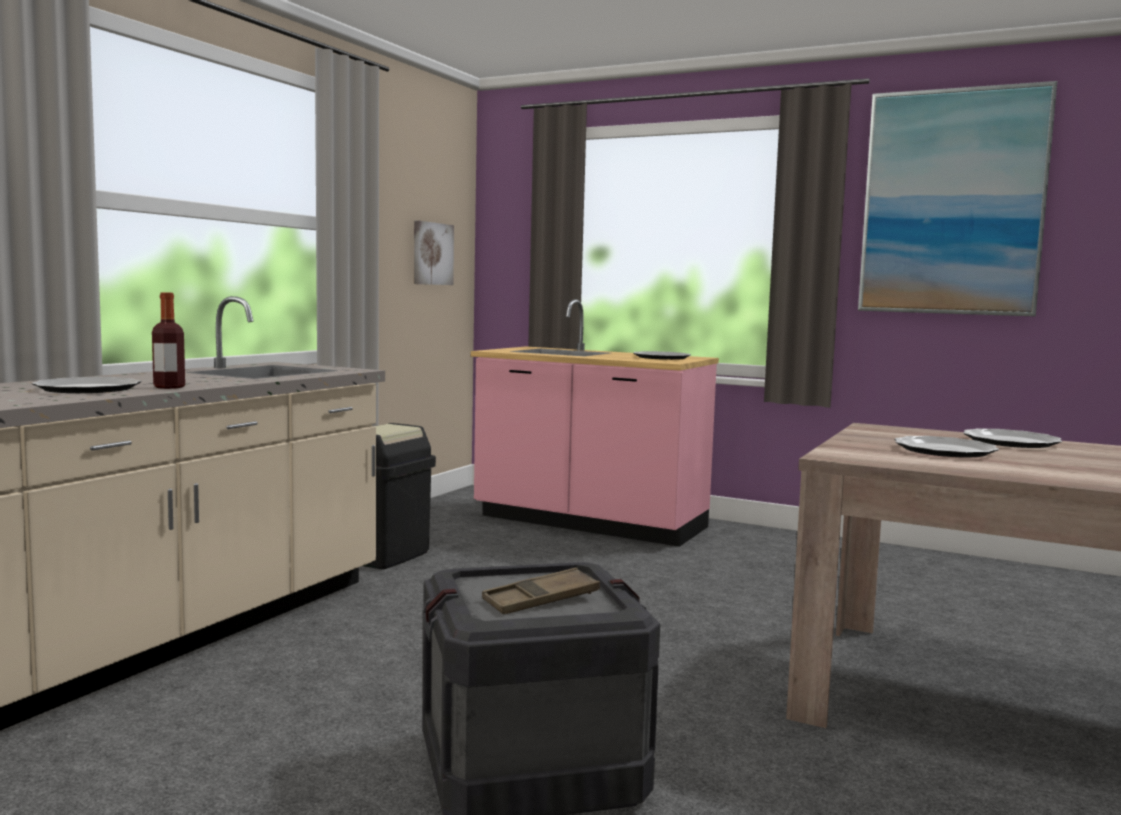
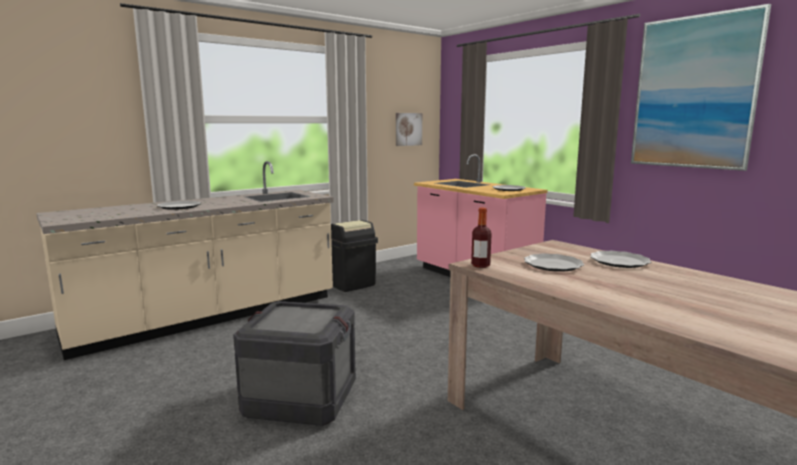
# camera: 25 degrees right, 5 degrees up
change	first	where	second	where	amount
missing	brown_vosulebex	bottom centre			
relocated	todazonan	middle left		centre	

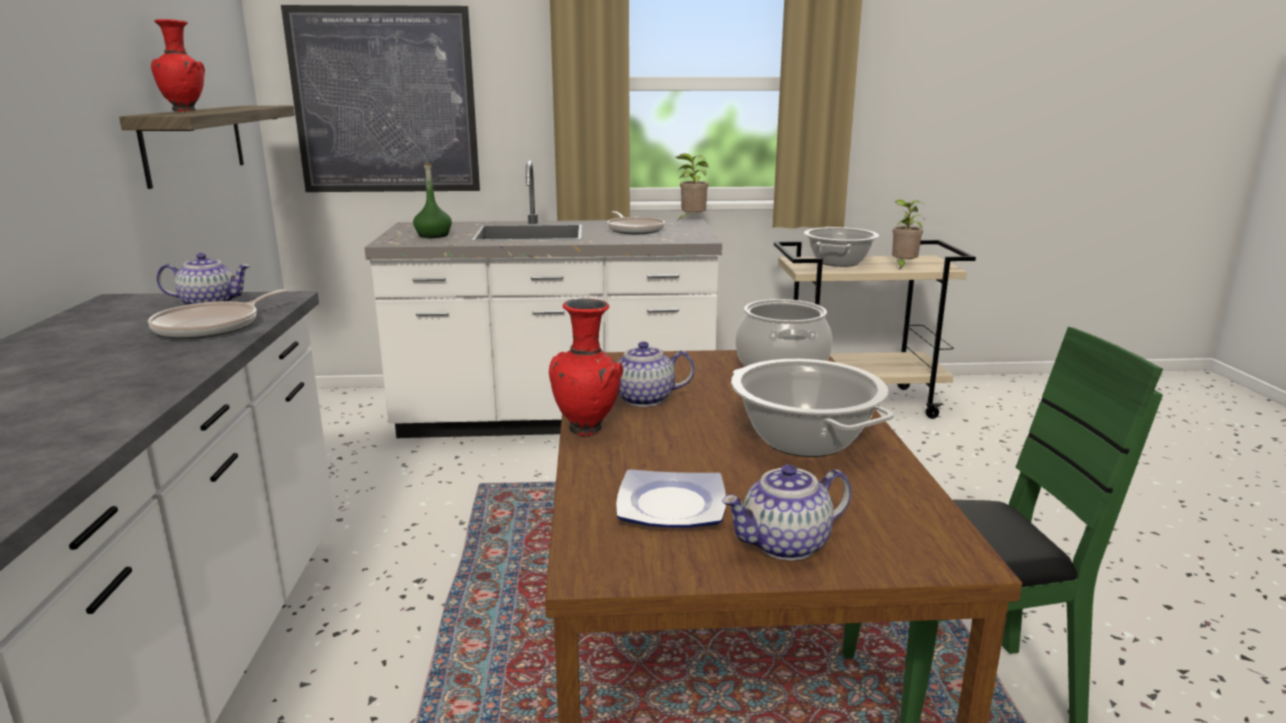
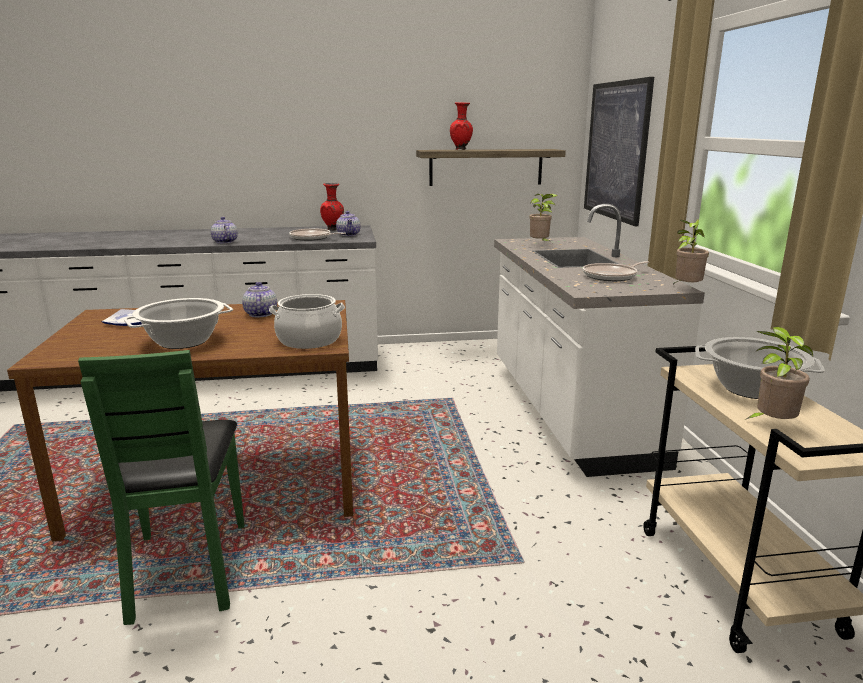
# camera: 85 degrees right, 0 degrees up
change	first	where	second	where	amount
relocated	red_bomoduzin (no. 2 from left in the first image)	centre	red_bomoduzin (no. 1 from left)	top centre	
relocated	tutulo (no. 3 from left in the first image)	bottom centre	tutulo (no. 1 from left)	middle left	
exchanged	green_todazonan	top centre	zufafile (no. 1 from left)	top centre	

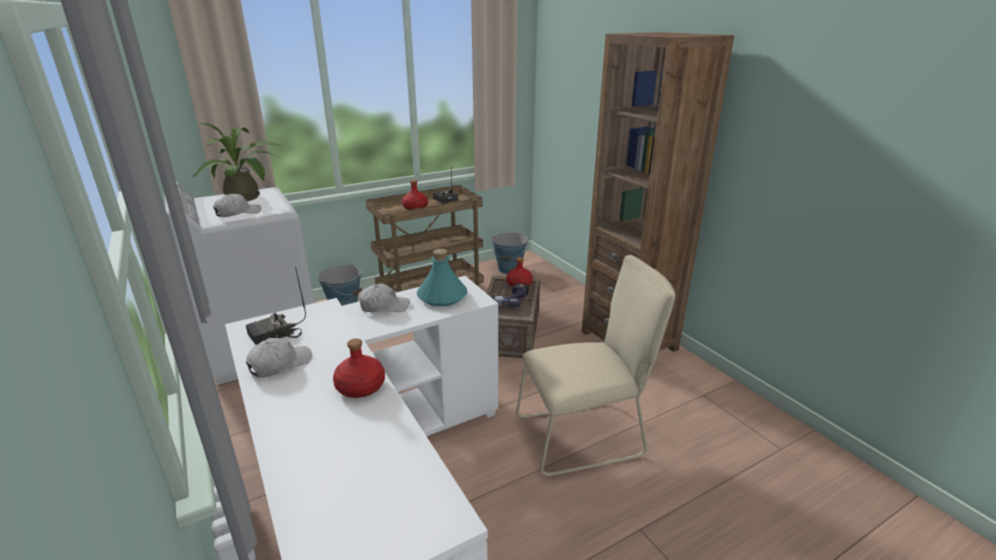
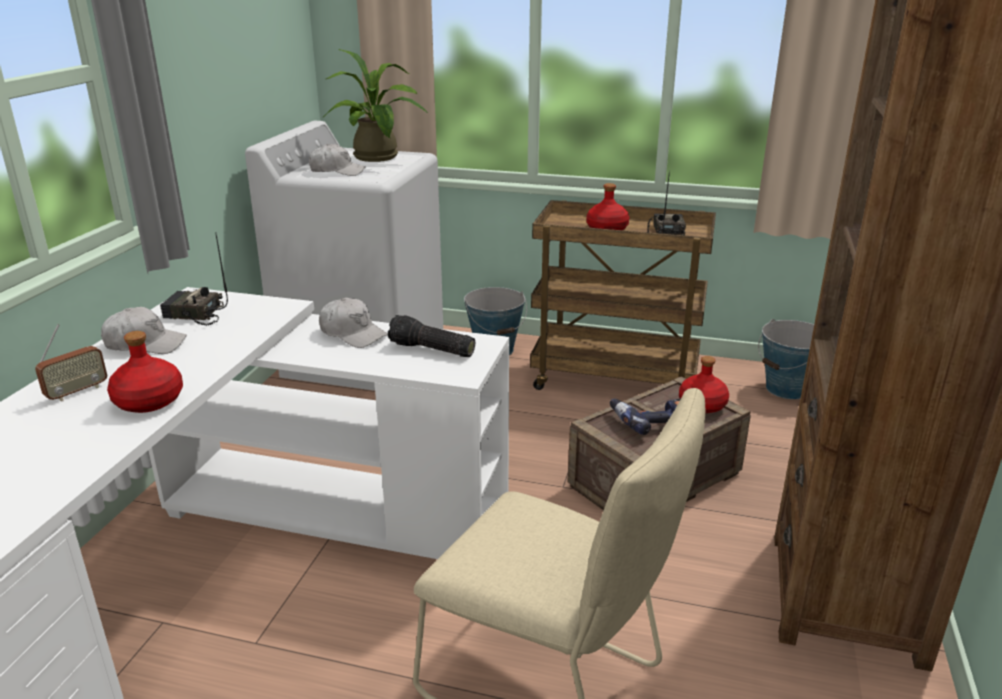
# camera: 45 degrees right, 0 degrees up
change	first	where	second	where	amount
appeared			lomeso (no. 1 from left)	middle left	
exchanged	turquoise_todazonan	centre	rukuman	centre	

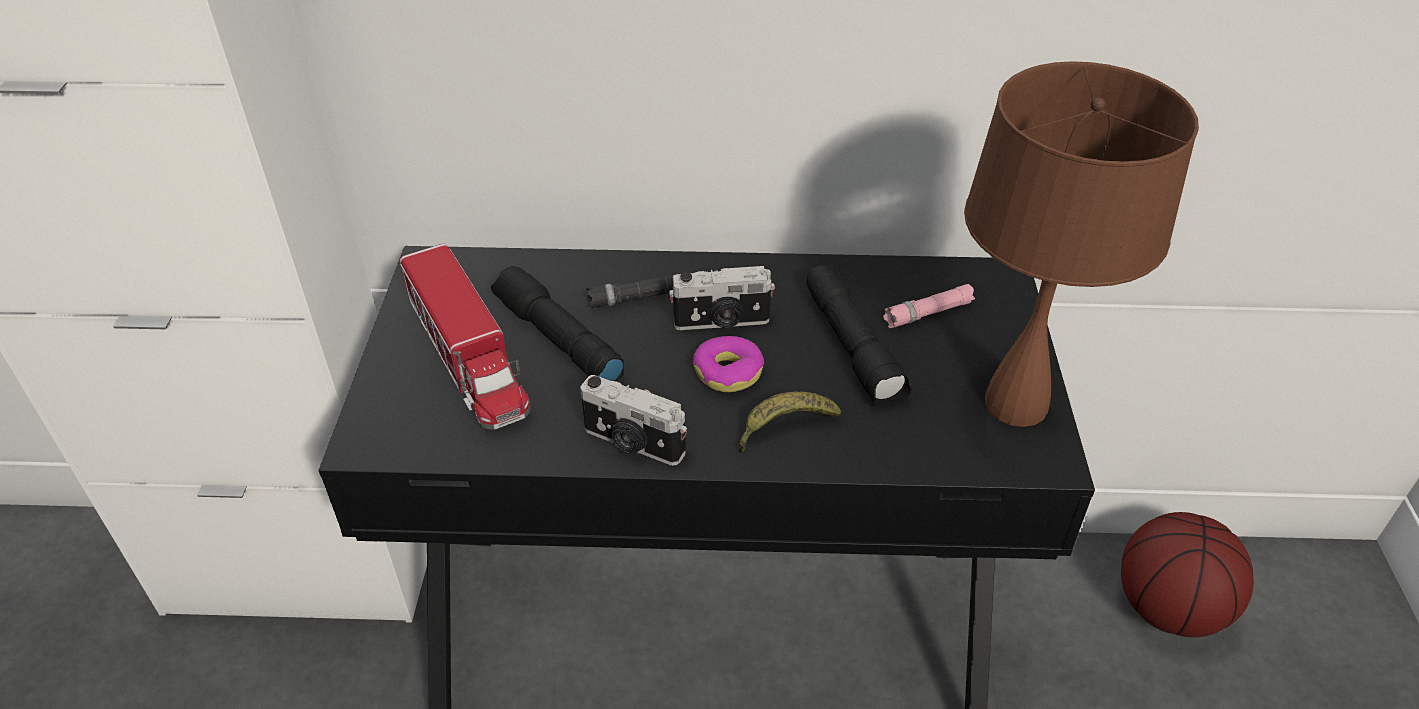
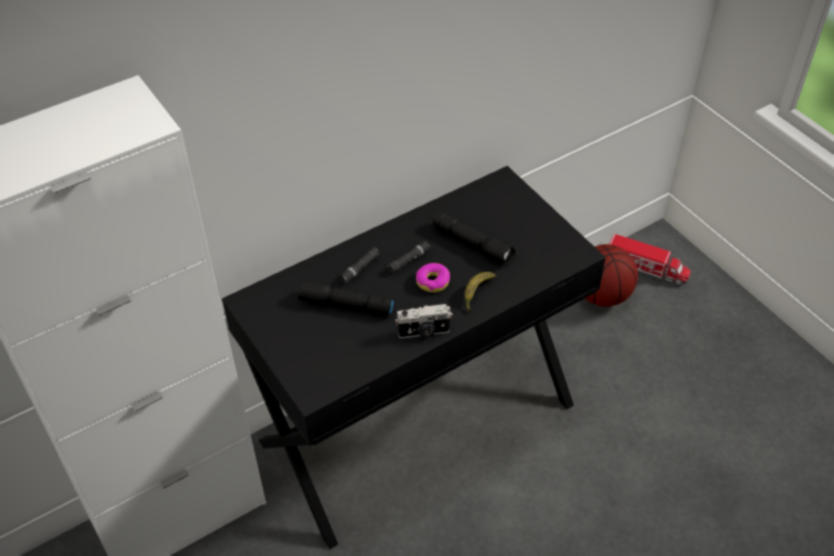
# camera: 35 degrees left, 5 degrees up
change	first	where	second	where	amount
missing	pink_rukuman	centre			
missing	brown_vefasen	middle right			
relocated	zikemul	middle left		middle right	
exchanged	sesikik (no. 2 from left)	centre	black_rukuman (no. 3 from left)	centre	

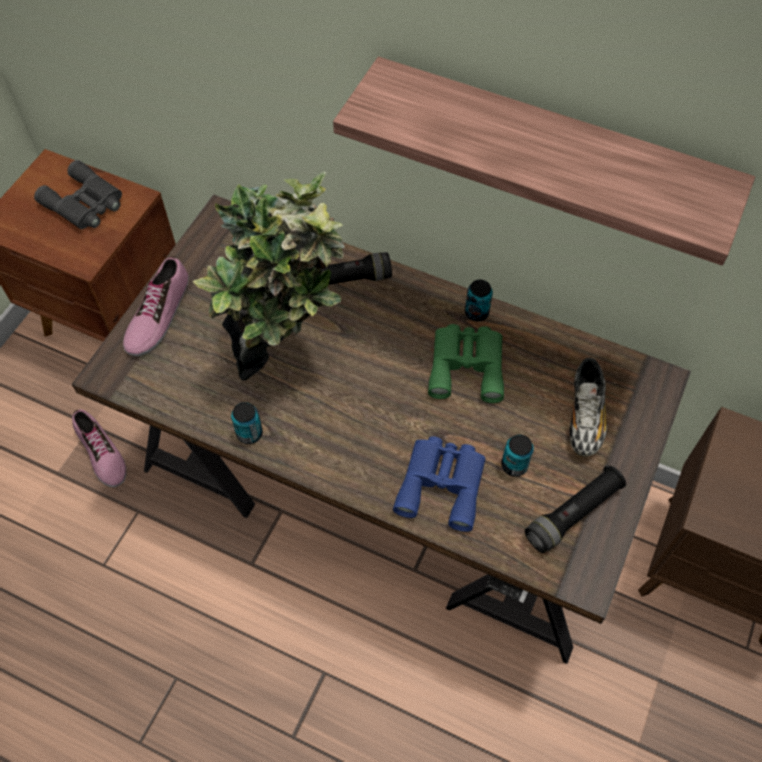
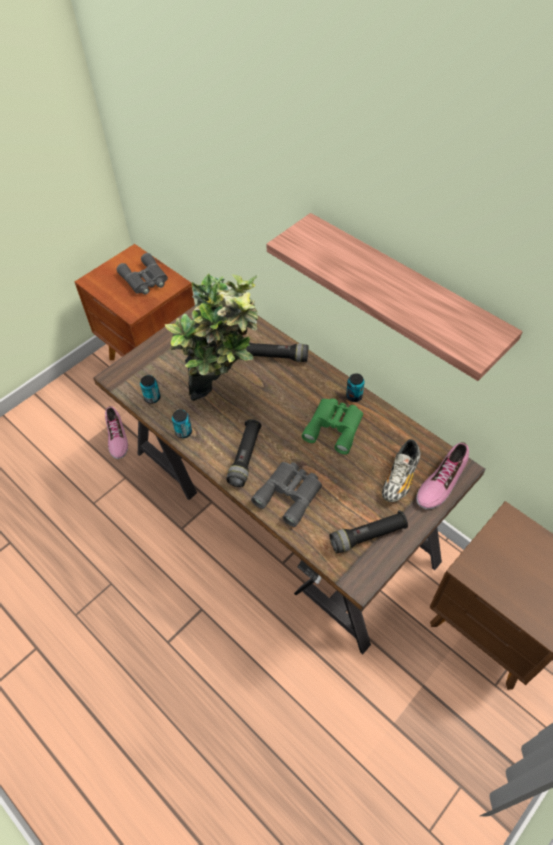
# camera: 20 degrees right, 5 degrees down
change	first	where	second	where	amount
appeared			black_rukuman (no. 1 from left)	centre	
relocated	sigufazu (no. 2 from left in the first image)	middle left	sigufazu (no. 3 from left)	middle right	
relocated	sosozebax (no. 3 from left in the first image)	middle right	sosozebax (no. 1 from left)	middle left	
colour	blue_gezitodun	centre	grey_gezitodun (no. 2 from left)	centre	

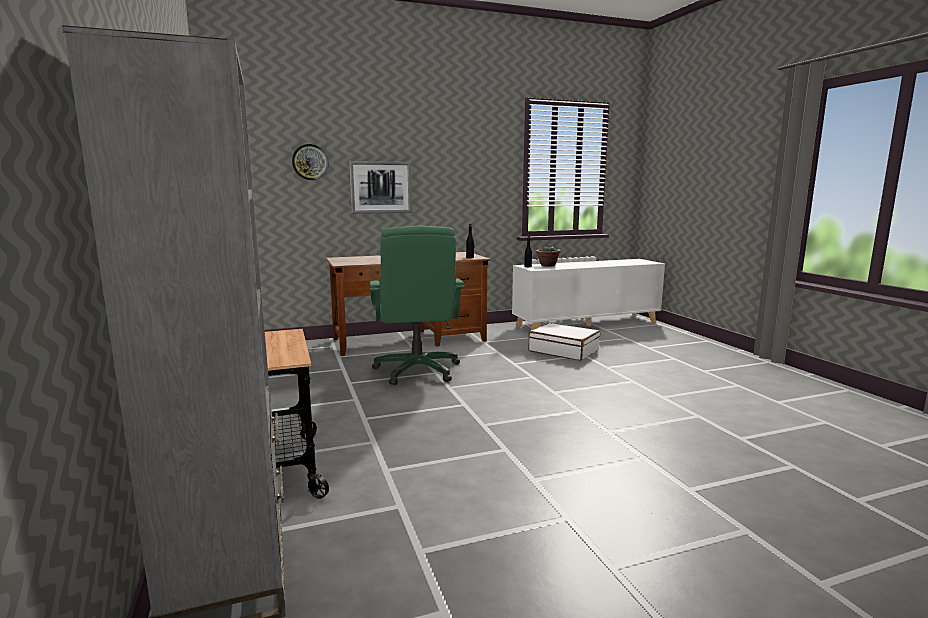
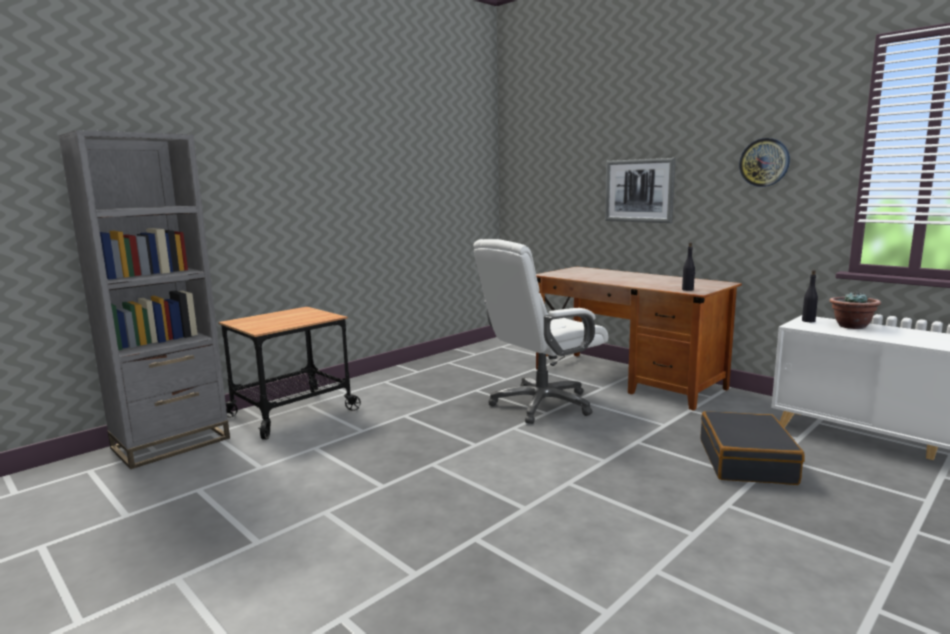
# camera: 65 degrees right, 0 degrees up
change	first	where	second	where	amount
relocated	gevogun	top centre		top right	
colour	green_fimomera	centre	white_fimomera	centre	
colour	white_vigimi	centre	black_vigimi	bottom right	

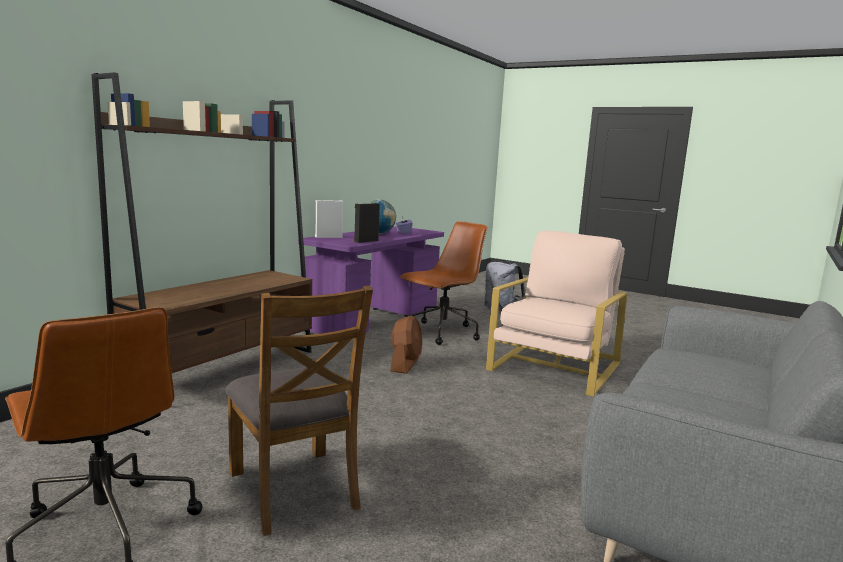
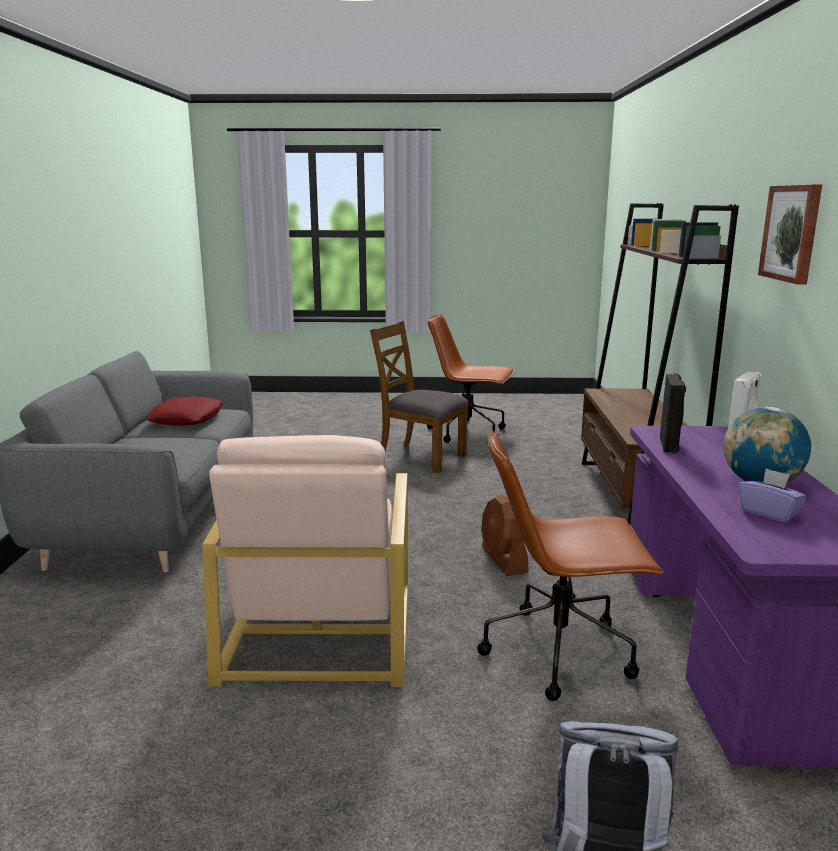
# camera: 150 degrees right, 5 degrees up
change	first	where	second	where	amount
appeared			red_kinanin	middle left	
appeared			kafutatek	top right	
spun	brown_fimomera (no. 2 from left)	centre		middle right	75 degrees clockwise

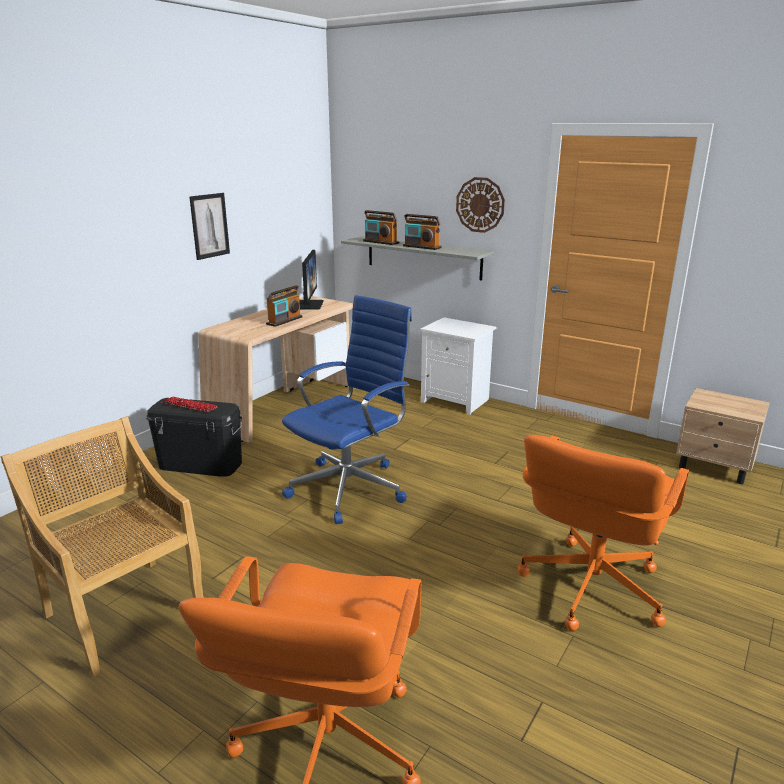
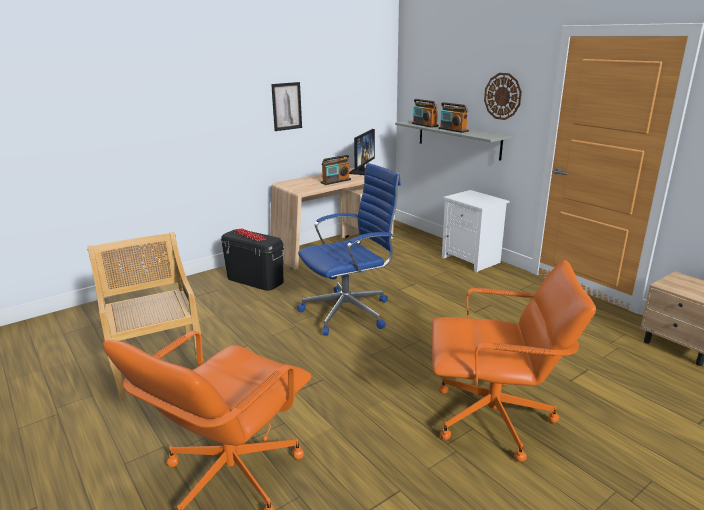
# camera: 20 degrees right, 0 degrees up
change	first	where	second	where	amount
spun	orange_fimomera (no. 2 from left)	bottom right		bottom right	135 degrees counterclockwise

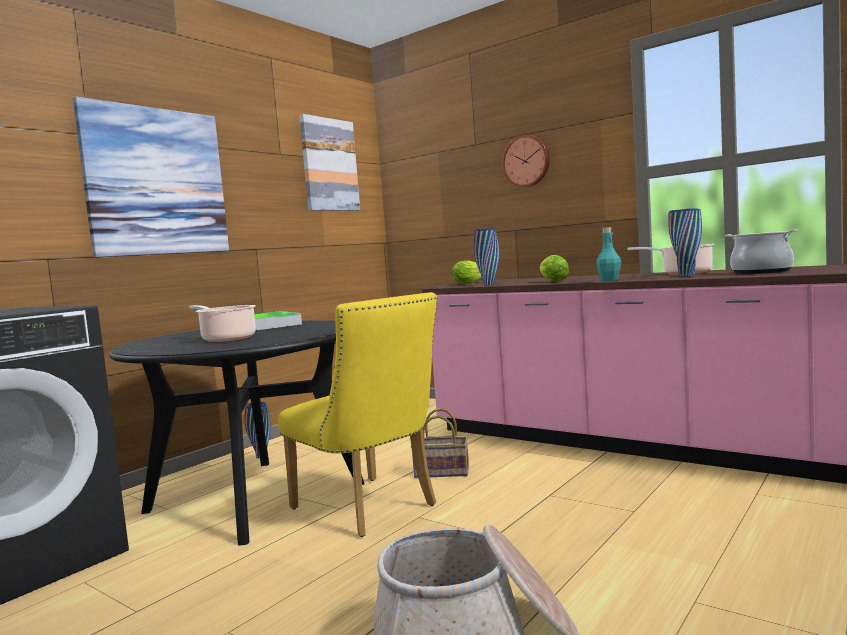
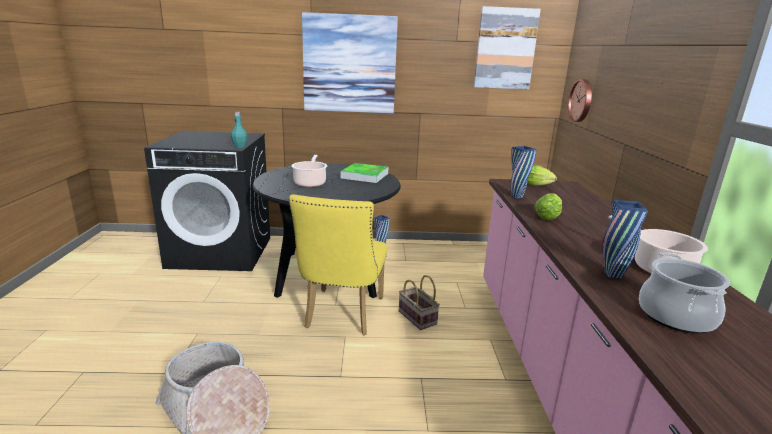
# camera: 50 degrees right, 15 degrees up
change	first	where	second	where	amount
relocated	gevogun	top centre		top right	
relocated	turquoise_todazonan	middle right		top left	

